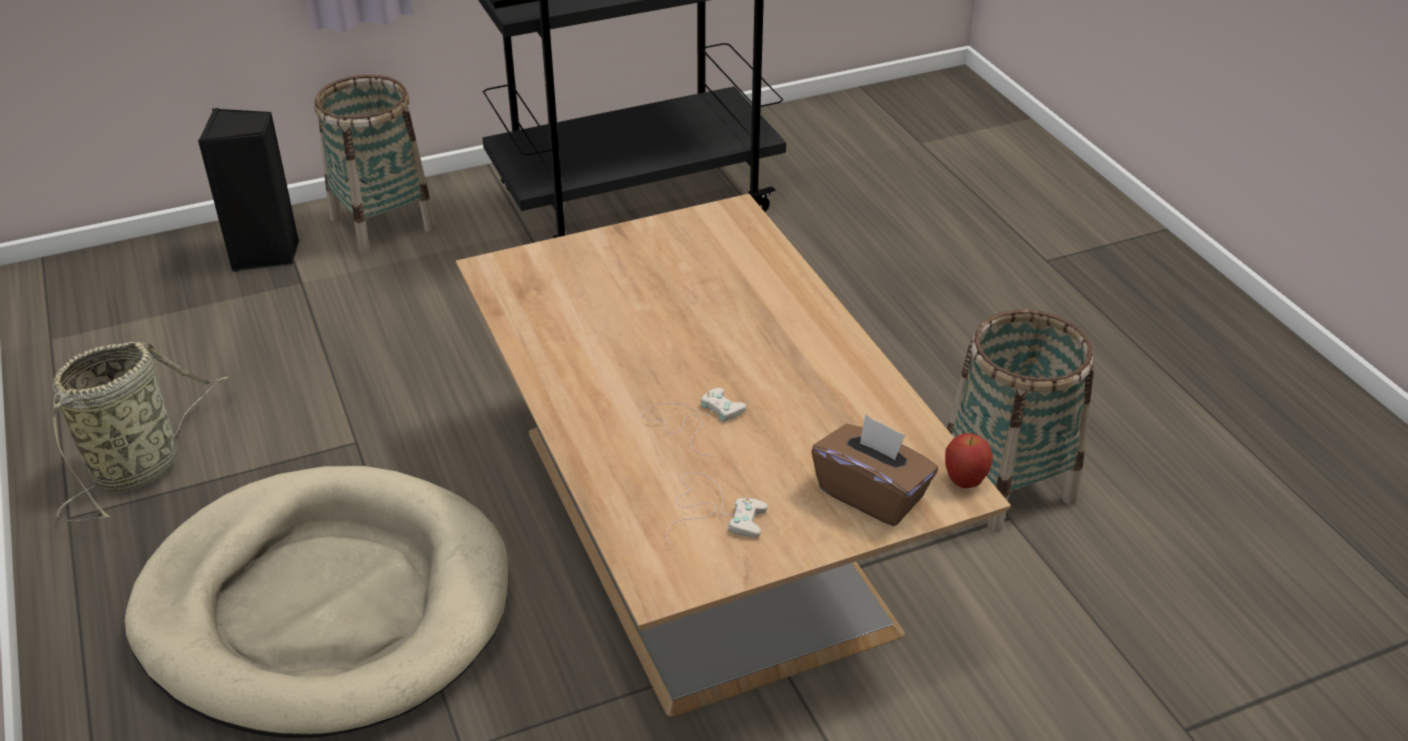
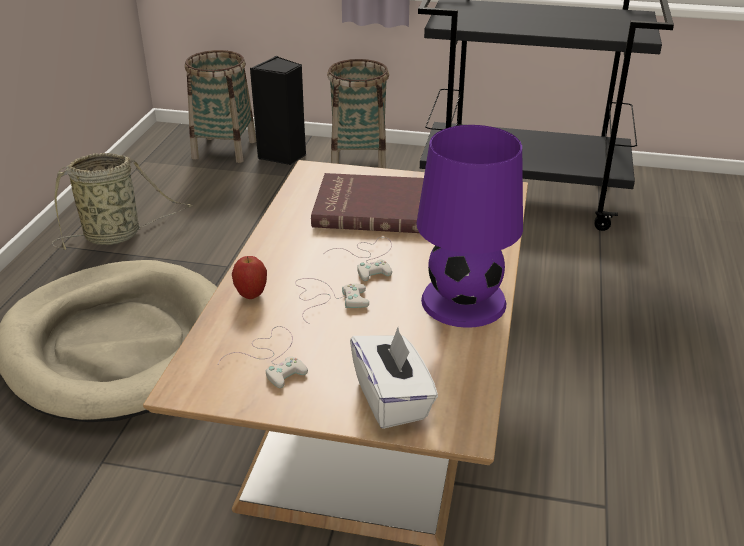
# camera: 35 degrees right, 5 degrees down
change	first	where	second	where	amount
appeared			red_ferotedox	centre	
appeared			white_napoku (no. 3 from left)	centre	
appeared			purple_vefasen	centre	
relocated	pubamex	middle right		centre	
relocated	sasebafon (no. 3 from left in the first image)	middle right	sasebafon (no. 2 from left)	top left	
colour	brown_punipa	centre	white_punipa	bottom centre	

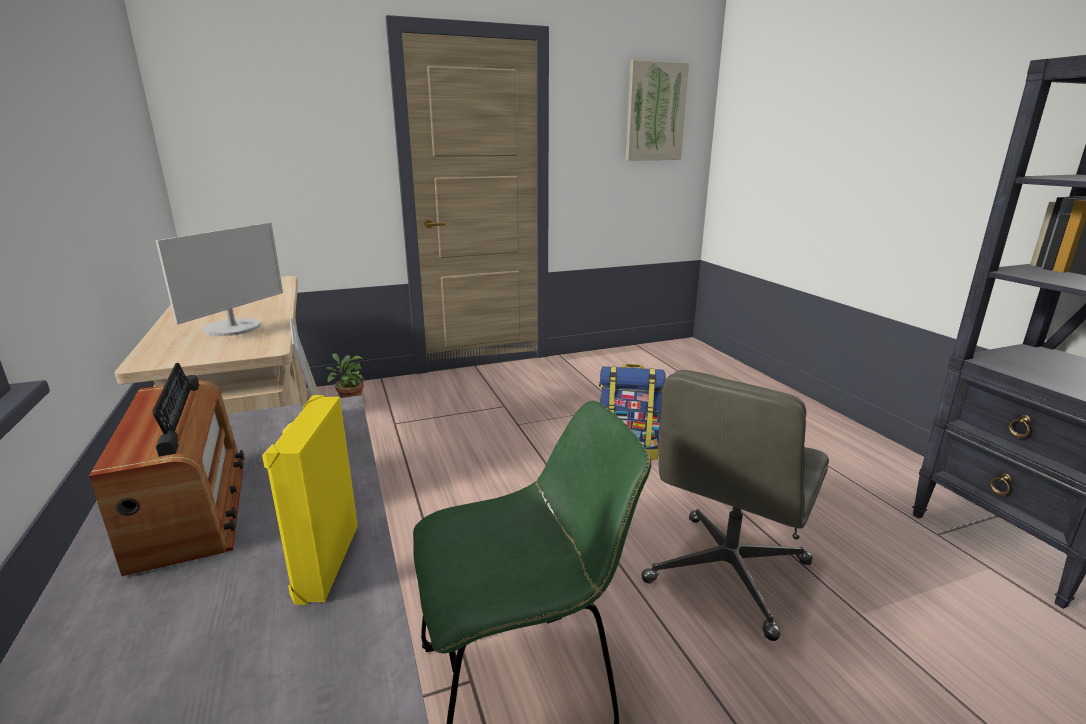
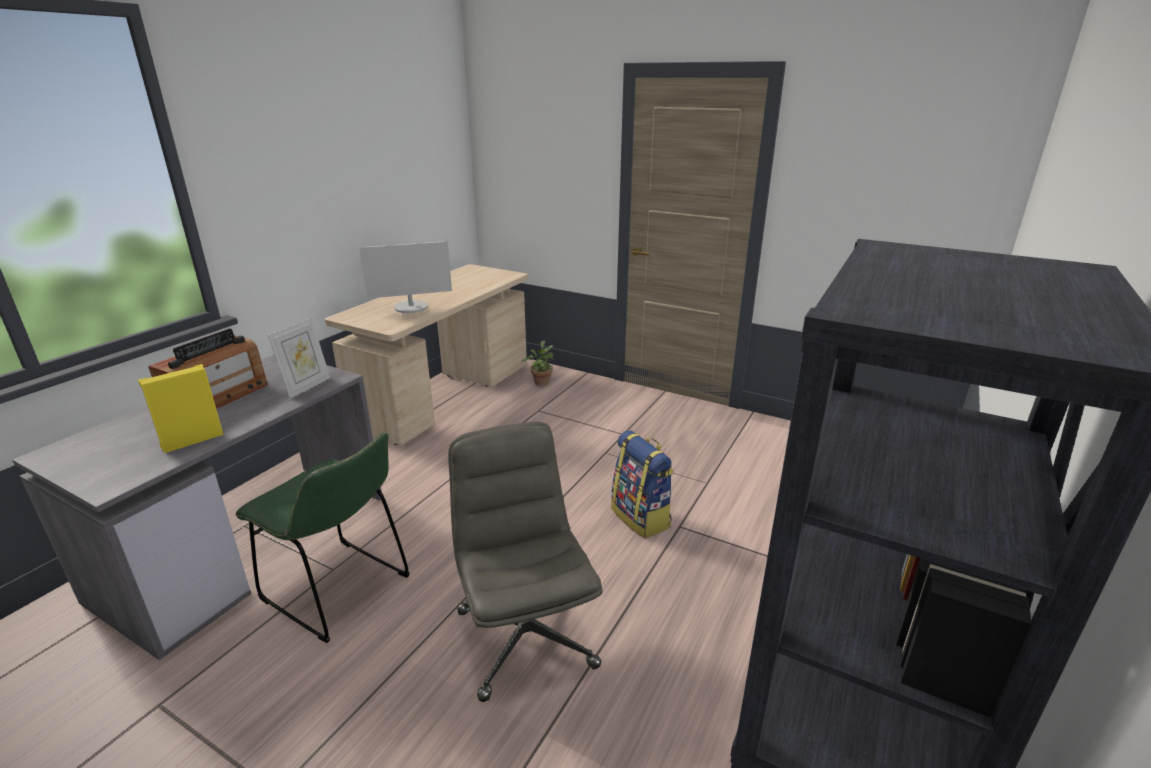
# camera: 50 degrees right, 5 degrees up
change	first	where	second	where	amount
missing	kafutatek	top centre			
spun	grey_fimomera	bottom right		bottom centre	75 degrees clockwise

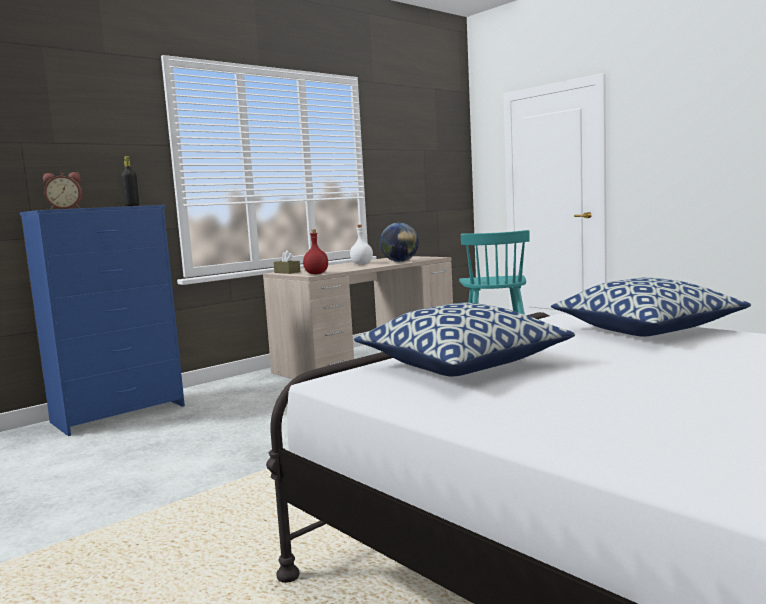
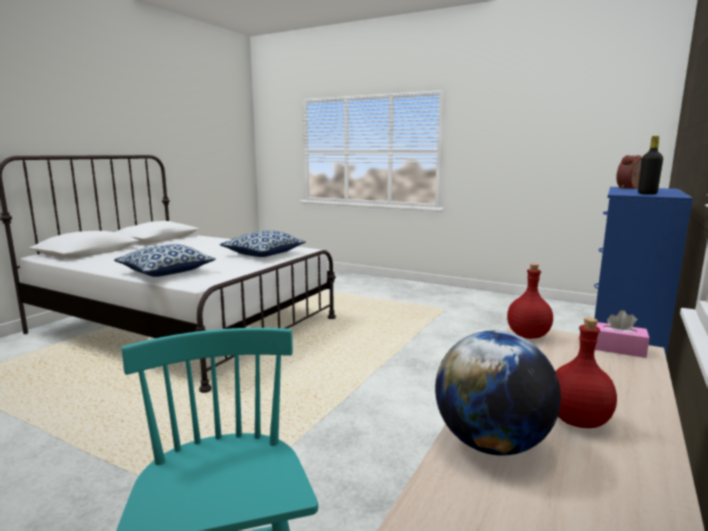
# camera: 160 degrees right, 5 degrees up
change	first	where	second	where	amount
colour	brown_punipa	centre	pink_punipa	middle right	
colour	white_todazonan	centre	red_todazonan (no. 2 from left)	bottom right	

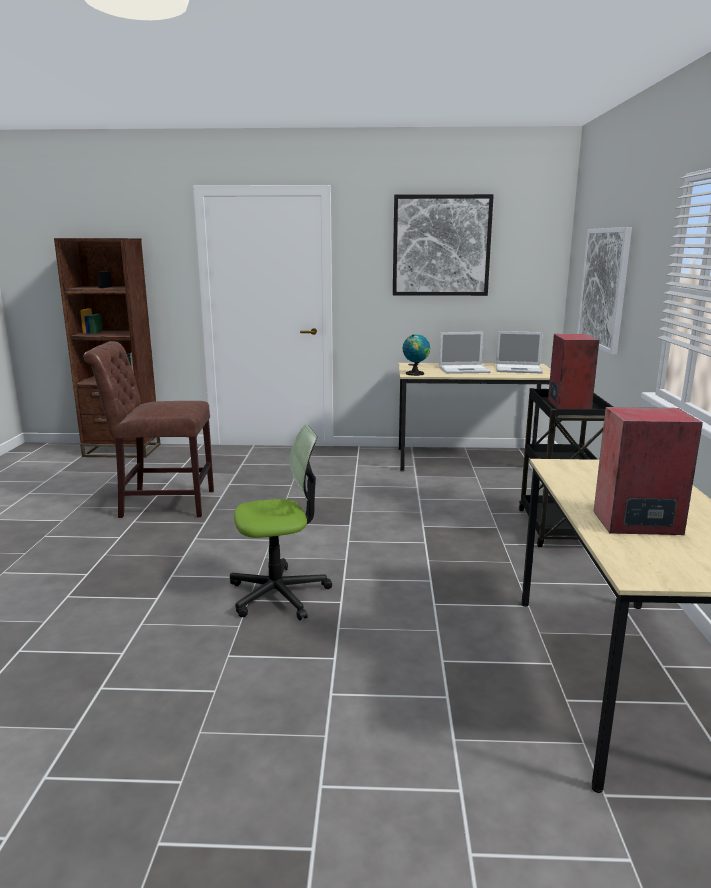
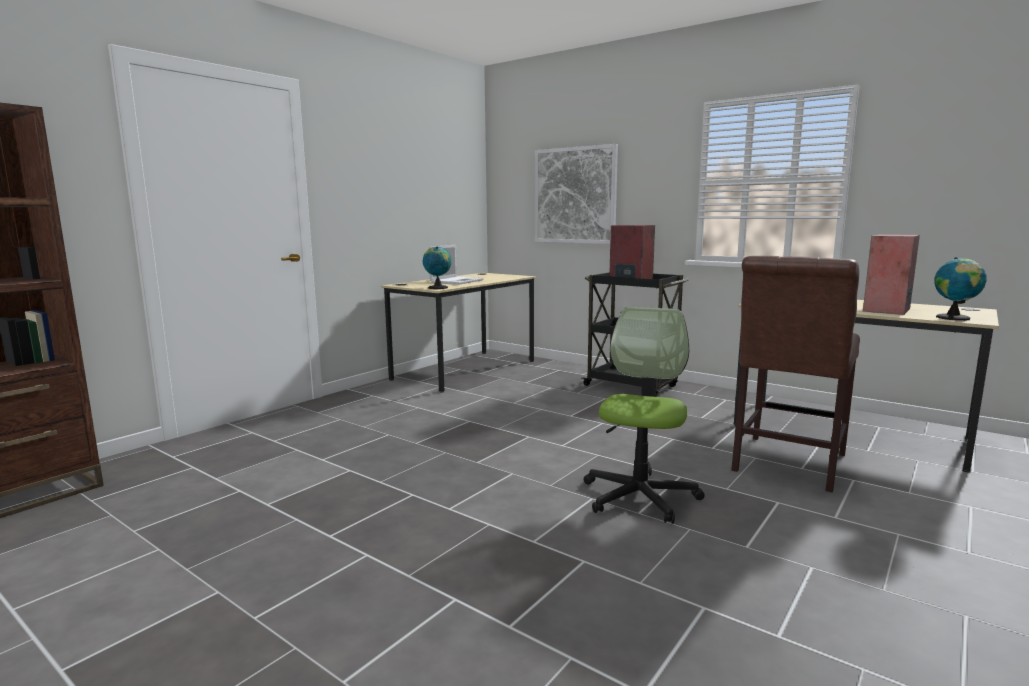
# camera: 55 degrees left, 5 degrees down
change	first	where	second	where	amount
missing	kafutatek (no. 1 from left)	top centre			
missing	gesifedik (no. 2 from left)	middle right			
appeared			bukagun (no. 2 from left)	middle right	
relocated	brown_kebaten	middle left		middle right	

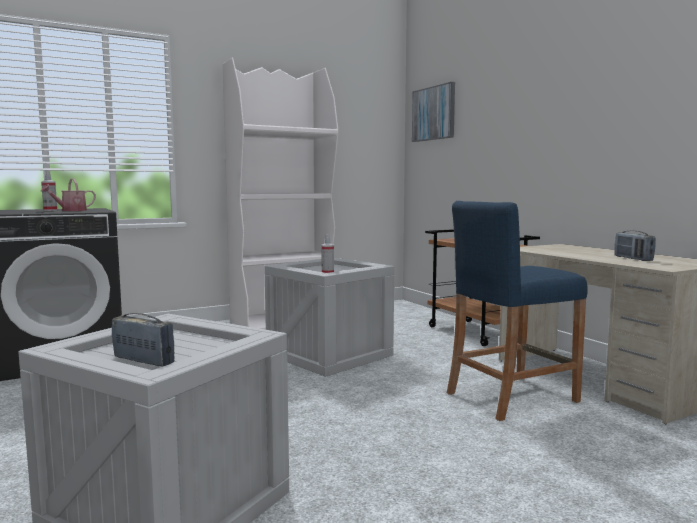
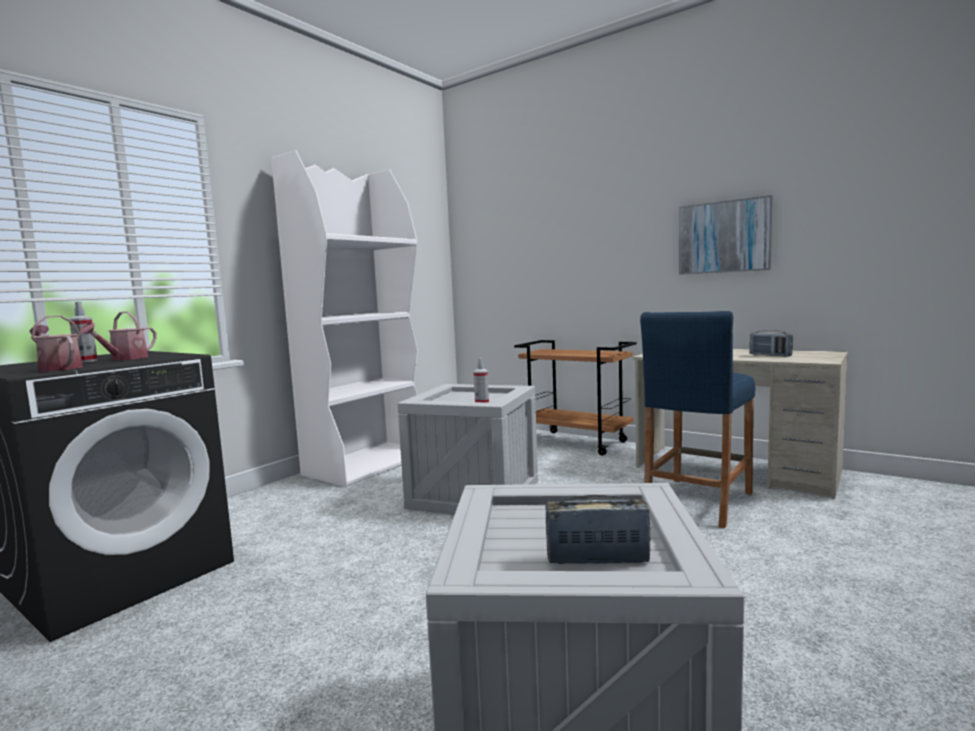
# camera: 25 degrees left, 0 degrees up
change	first	where	second	where	amount
appeared			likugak (no. 1 from left)	middle left	
relocated	kafutatek	top centre		top right	

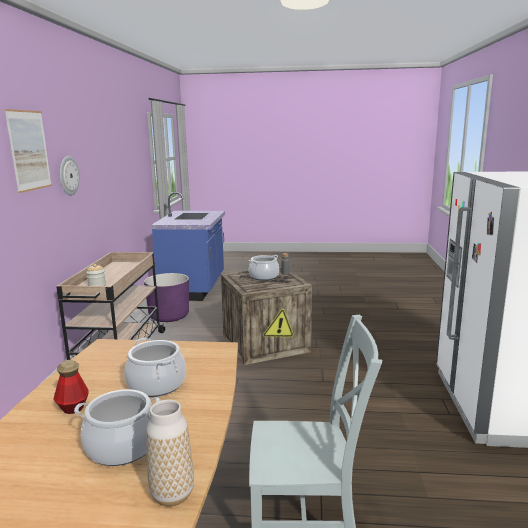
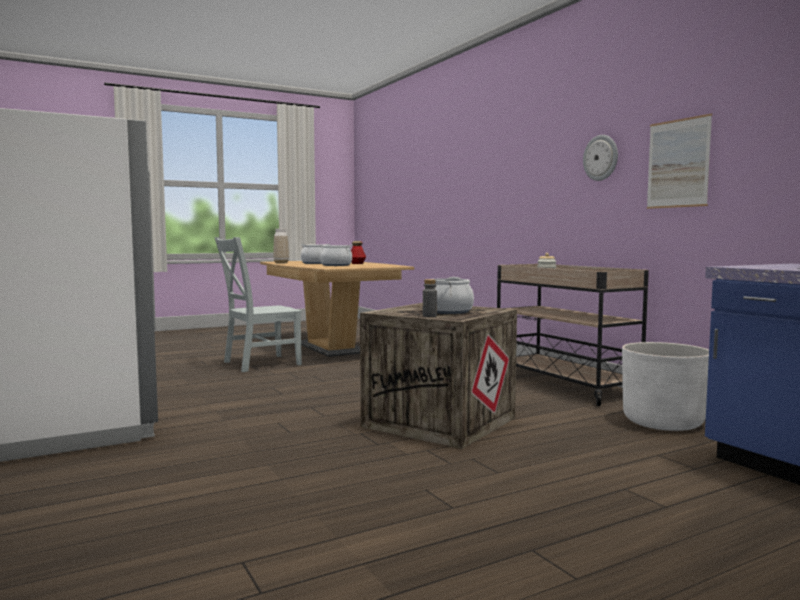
# camera: 145 degrees right, 10 degrees down
change	first	where	second	where	amount
relocated	kafutatek	top left		top right	
colour	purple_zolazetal	middle left	white_zolazetal	middle right	

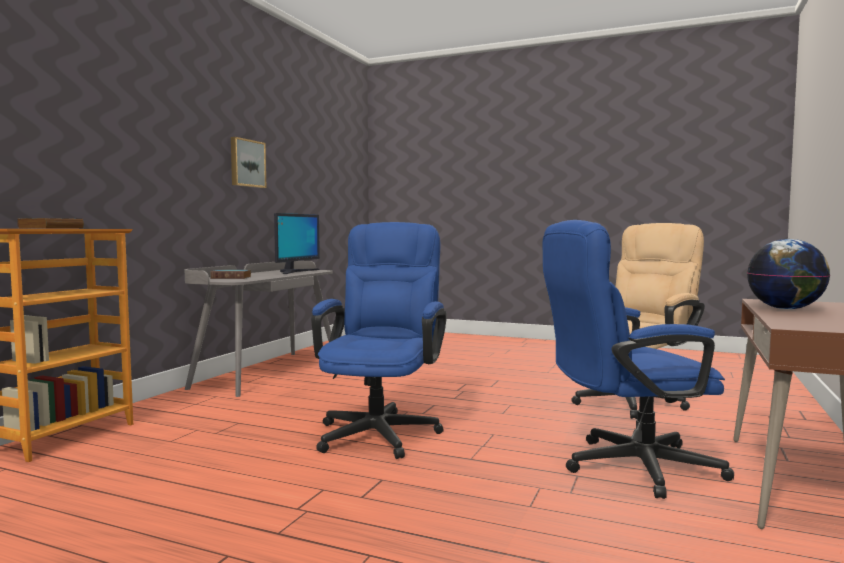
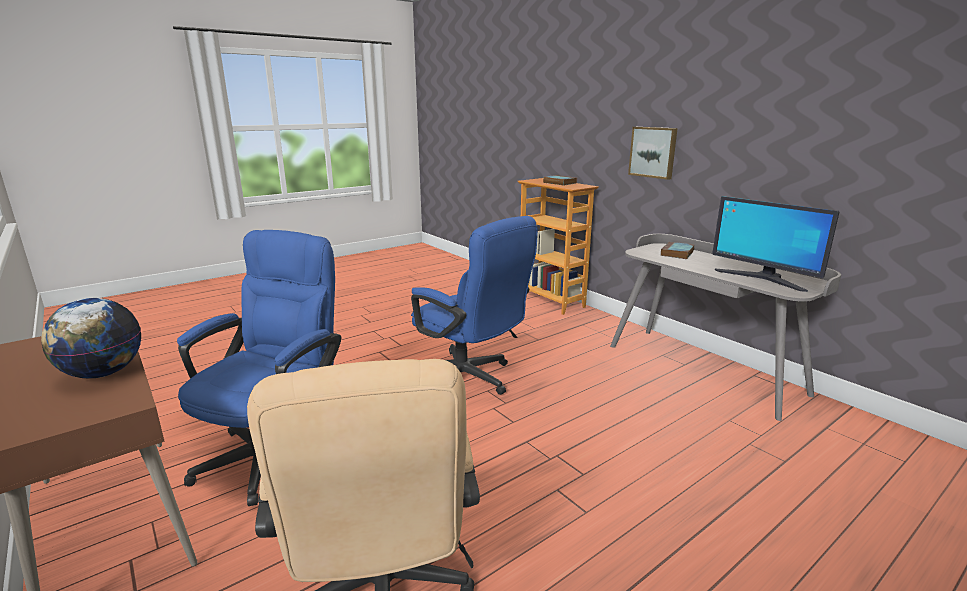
# camera: 120 degrees right, 15 degrees up
change	first	where	second	where	amount
relocated	kafutatek	top left		top right	

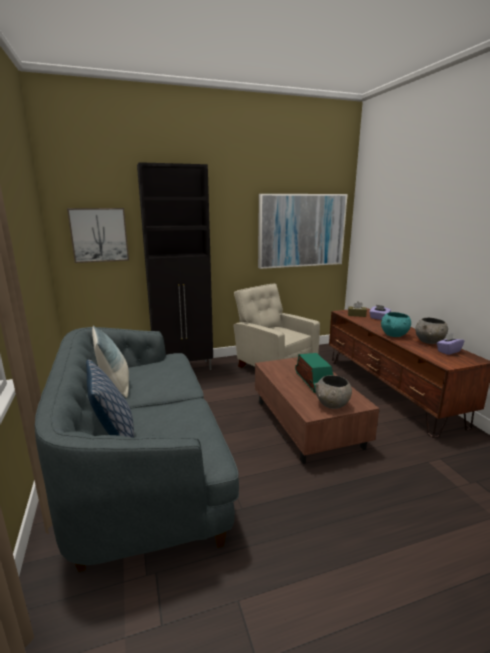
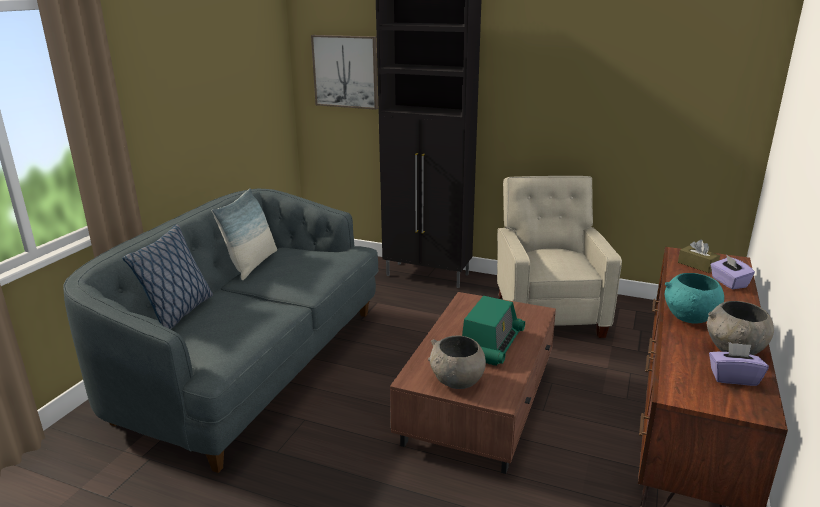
# camera: 40 degrees right, 5 degrees up
change	first	where	second	where	amount
missing	kafutatek (no. 2 from left)	centre			

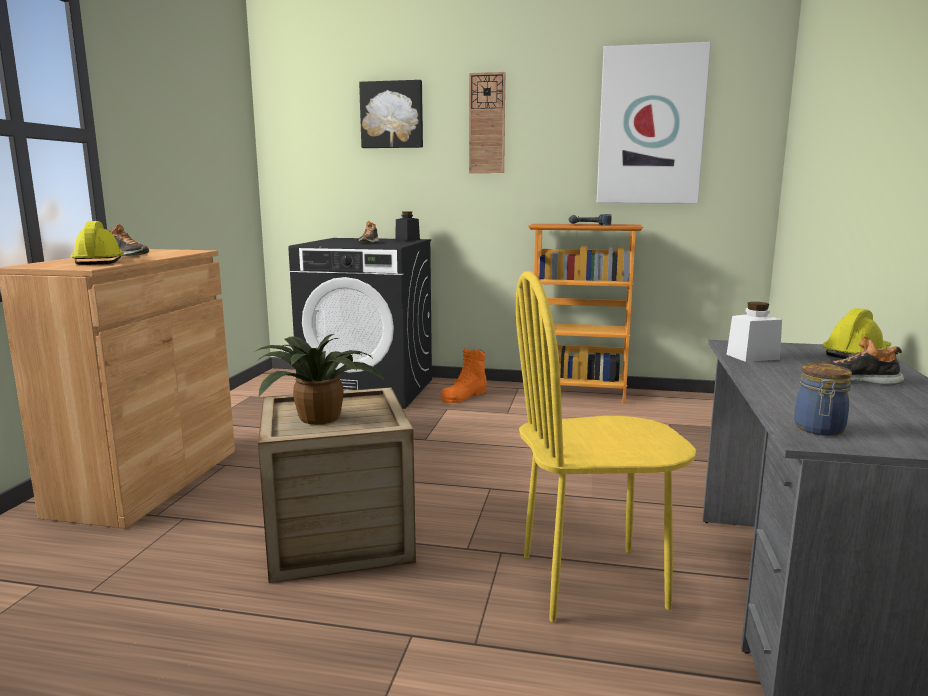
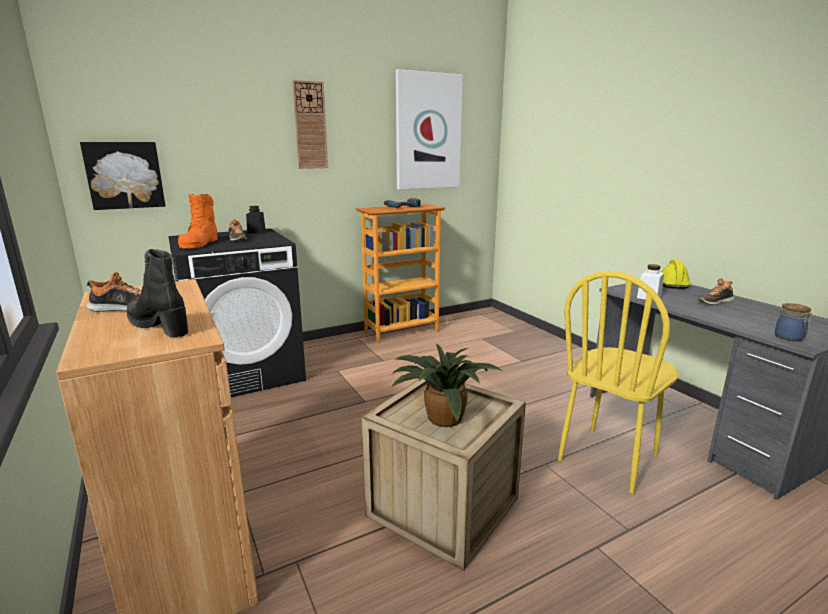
# camera: 40 degrees left, 5 degrees up
change	first	where	second	where	amount
relocated	kafutatek (no. 1 from left)	top centre		top left	
relocated	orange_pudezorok	centre		middle left	
exchanged	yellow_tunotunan (no. 1 from left)	middle left	black_pudezorok	middle left	

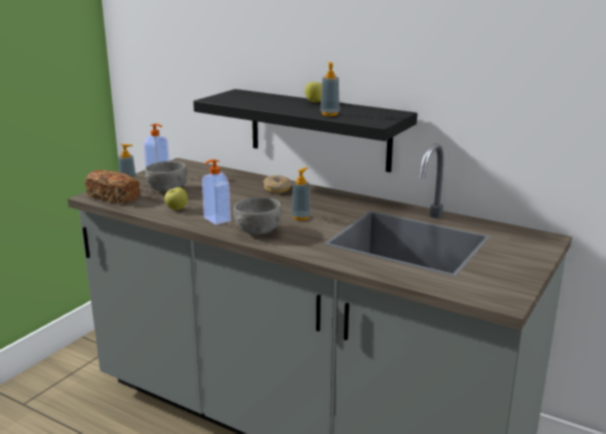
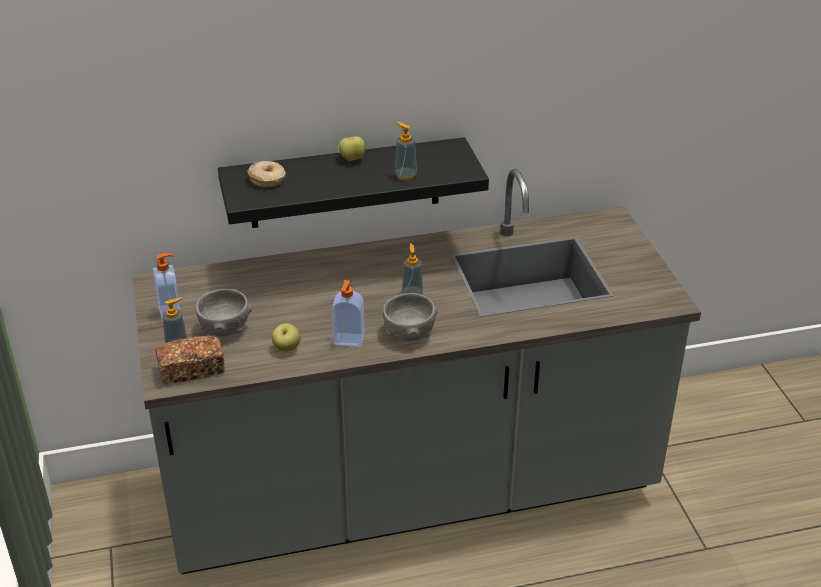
# camera: 45 degrees left, 15 degrees up
change	first	where	second	where	amount
relocated	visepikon	centre		top left	

